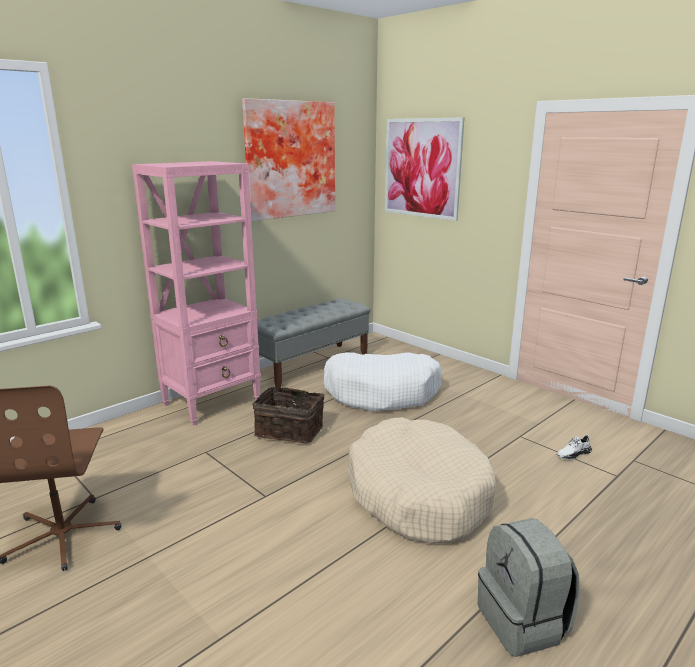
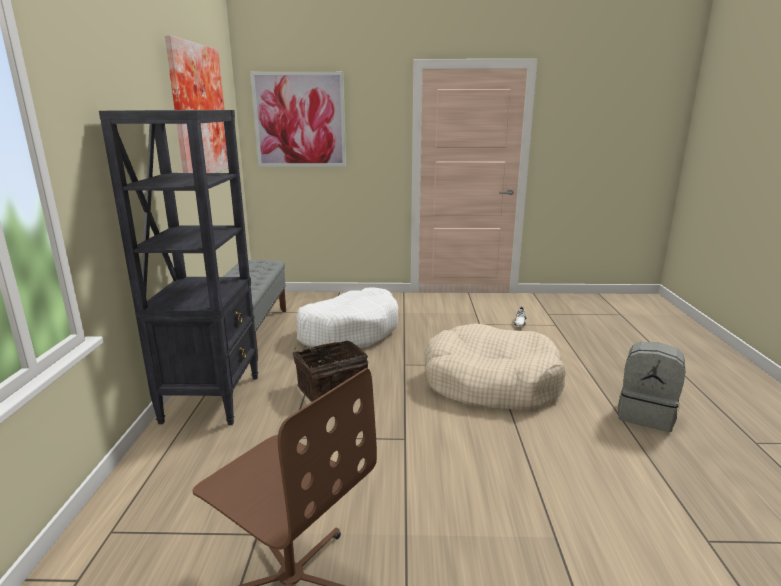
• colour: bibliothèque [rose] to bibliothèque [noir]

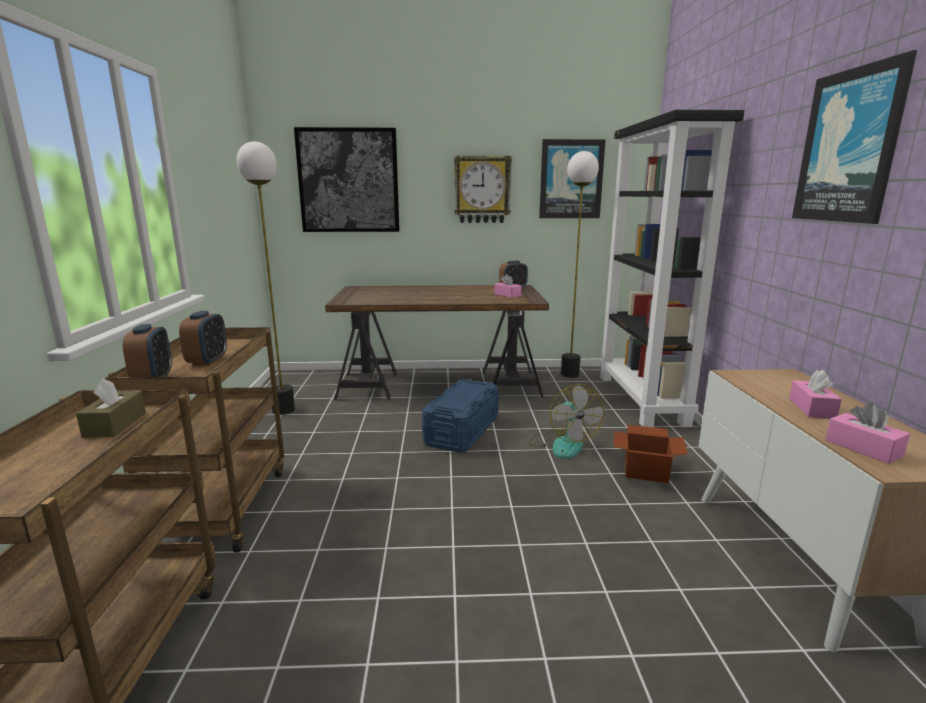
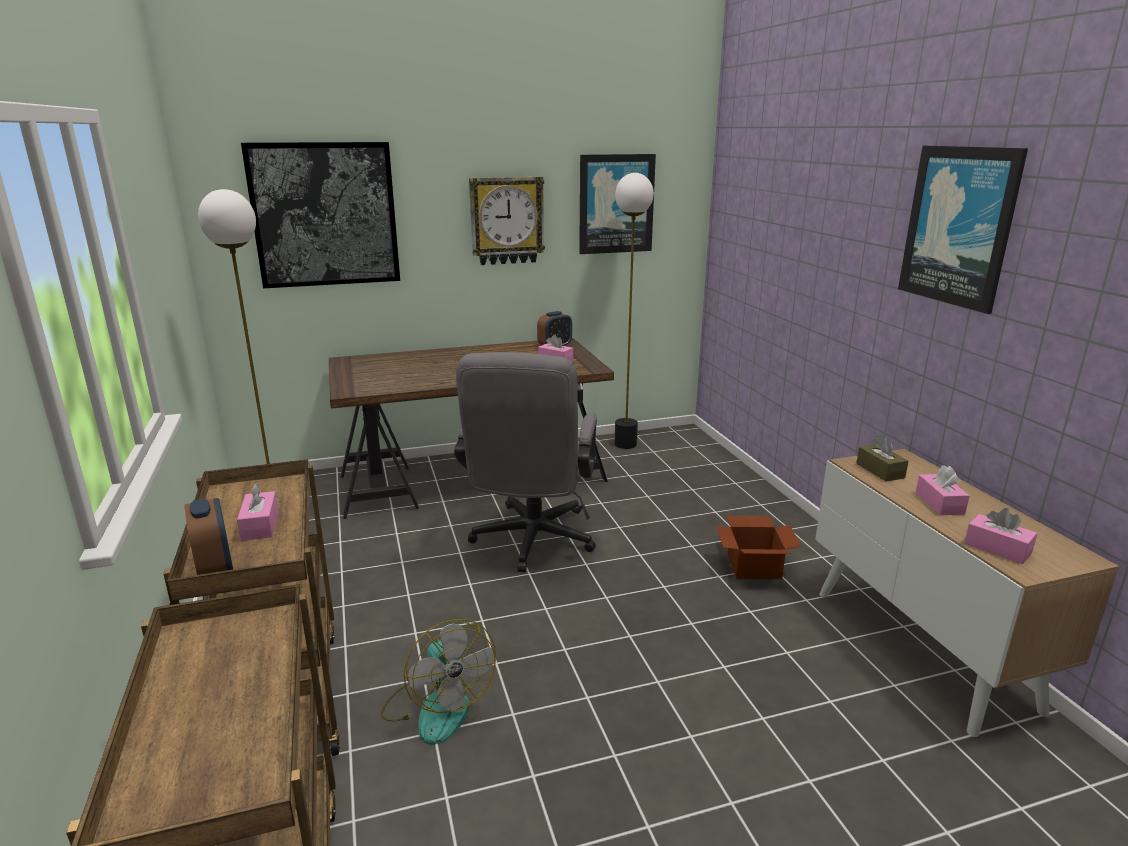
• missing: bibliothèque [noir]
• relocated: boîte à mouchoirs [marron]
• relocated: ventilateur
• exchanged: réveil (no. 2 from left) to boîte à mouchoirs [rose] (no. 1 from left)
• exchanged: boîte de rangement [bleu] to chaise de bureau [gris]

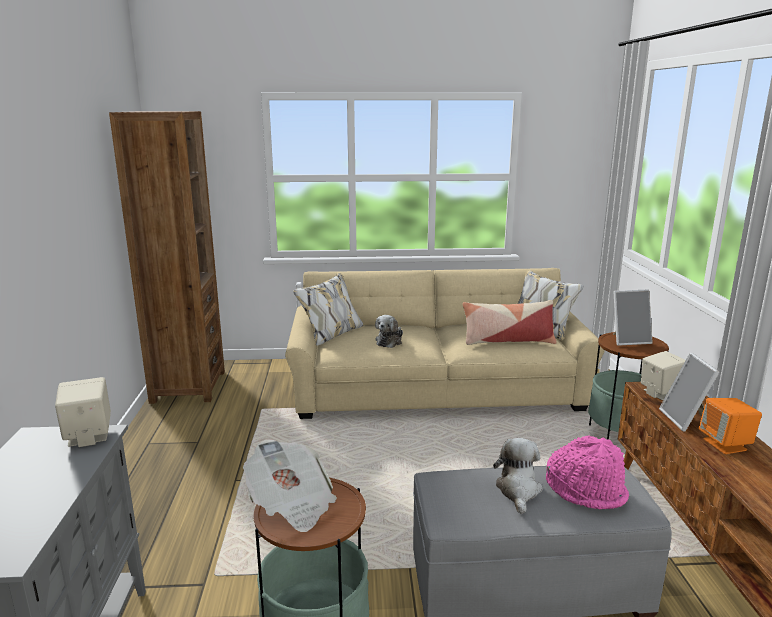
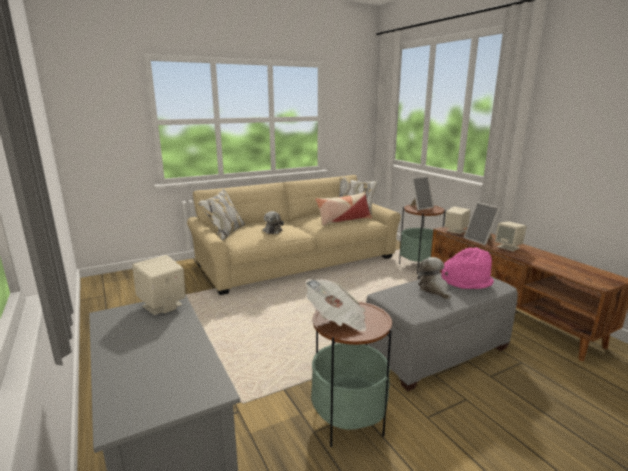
• missing: bibliothèque [marron]
• colour: enceinte [orange] to enceinte [beige] (no. 3 from left)

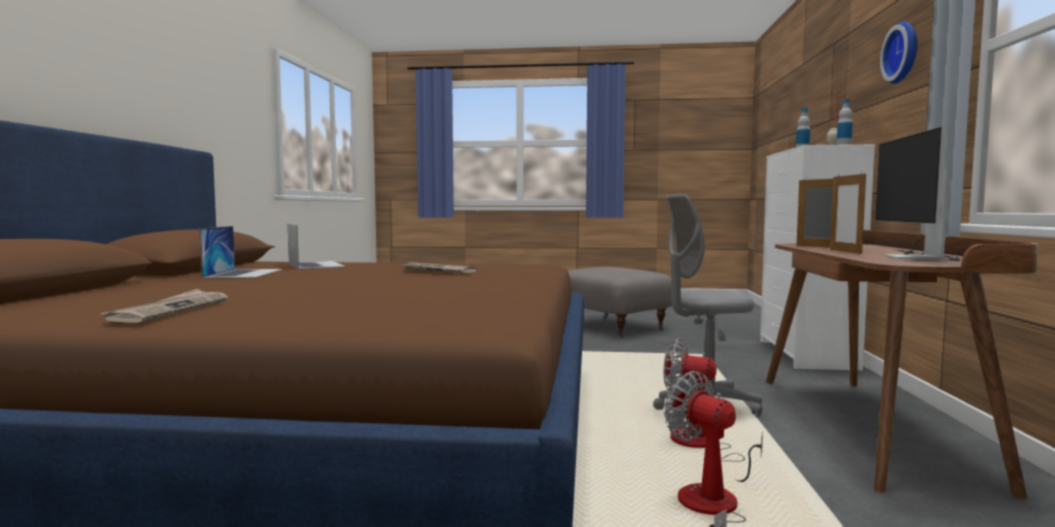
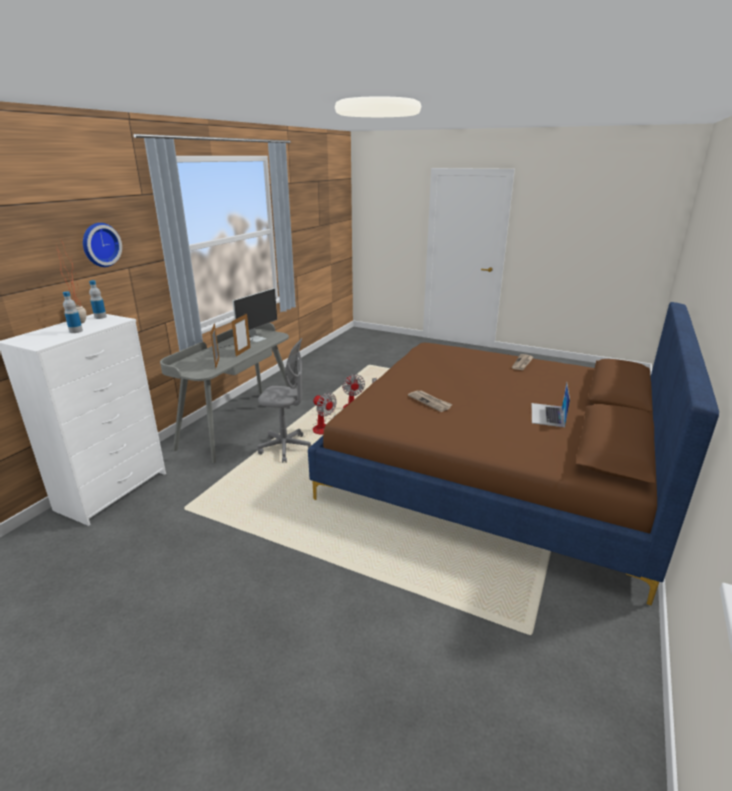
• missing: ordinateur portable (no. 2 from left)
• missing: pouf [gris]
• colour: bureau [marron] to bureau [gris]

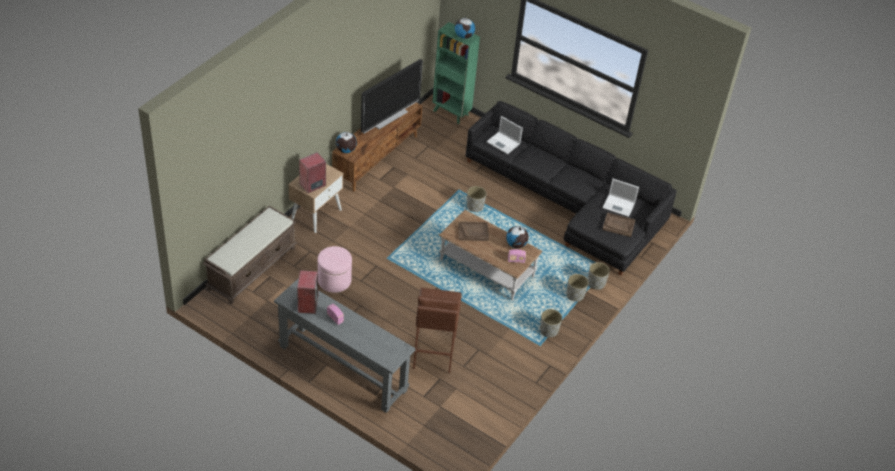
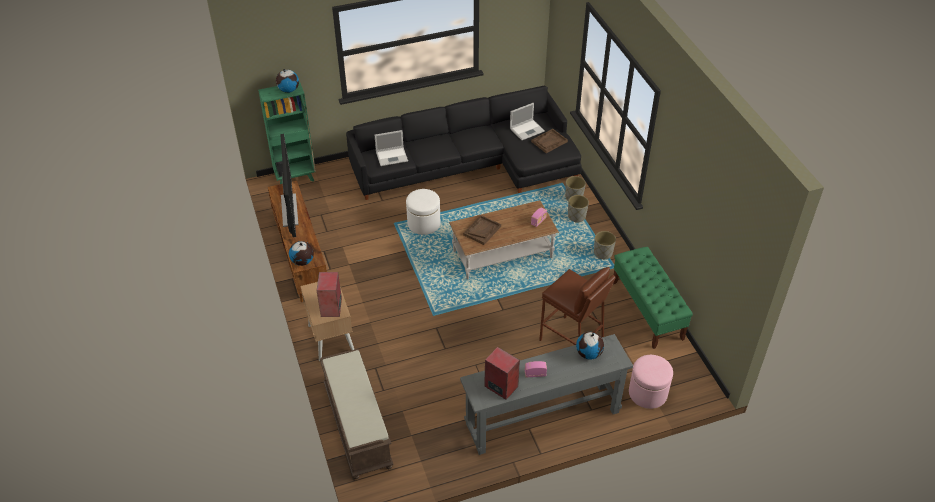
• appeared: banc [vert]
• relocated: pouf [rose]
• relocated: globe (no. 3 from left)
• exchanged: cache-pot [gris] (no. 1 from left) to pouf [blanc]

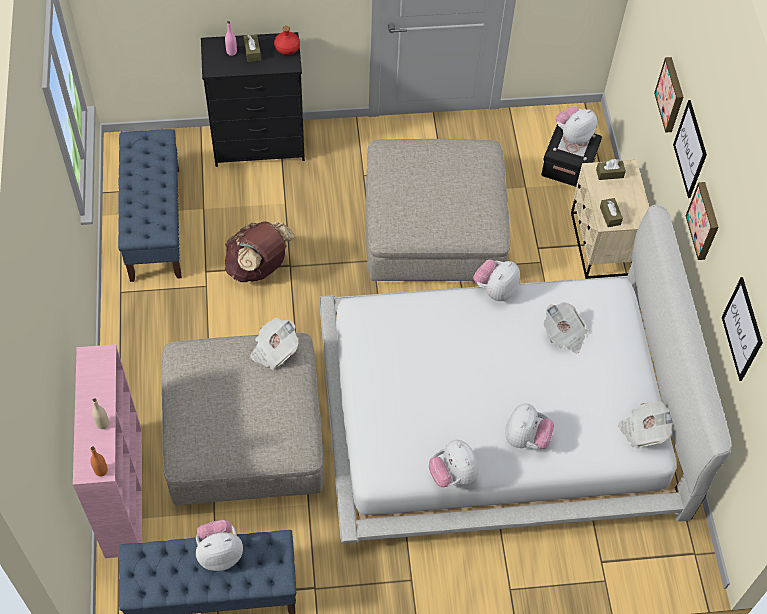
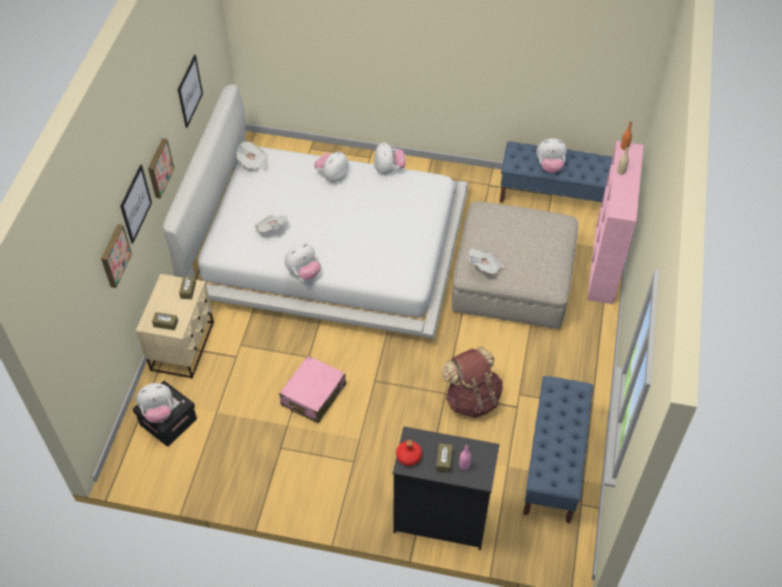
• exchanged: pouf [beige] (no. 2 from left) to valise [rose]

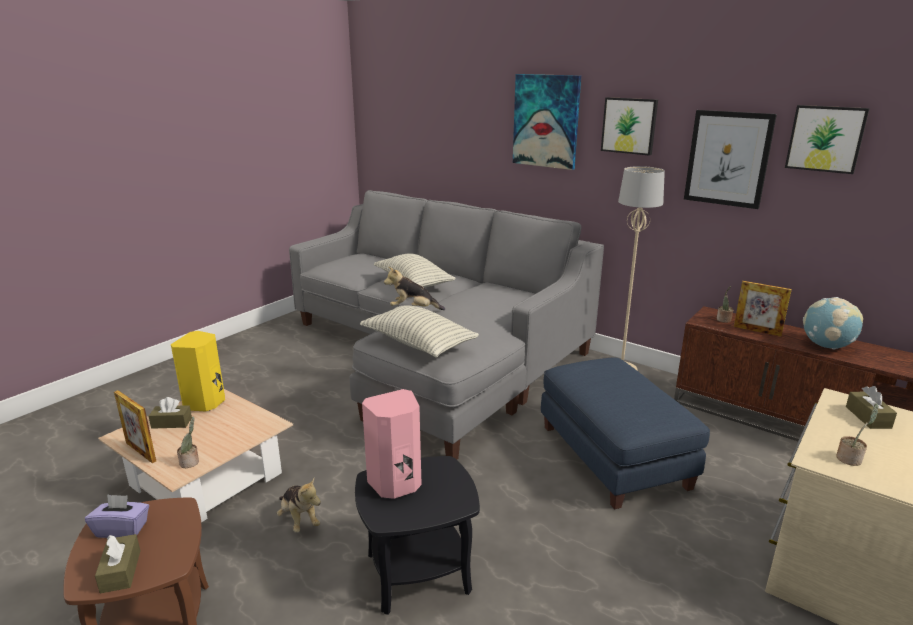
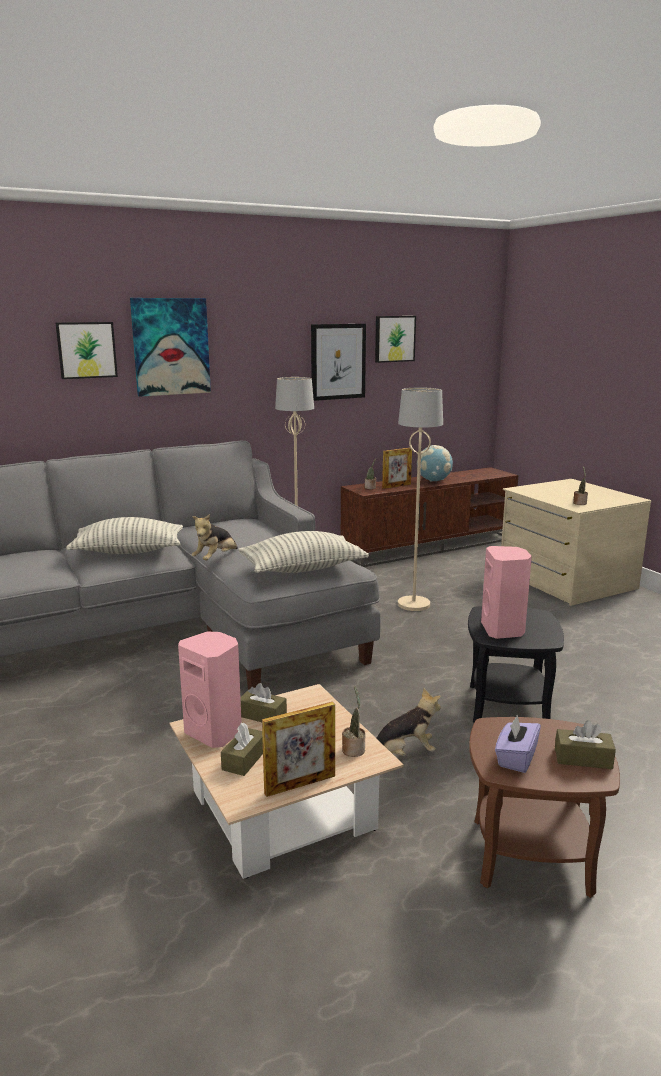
• relocated: tableau (no. 2 from left in the first image) to tableau (no. 1 from left)
• relocated: boîte à mouchoirs [marron] (no. 3 from left in the first image) to boîte à mouchoirs [marron] (no. 2 from left)
• exchanged: pouf [bleu] to lampadaire [beige] (no. 2 from left)
• colour: enceinte [jaune] to enceinte [rose] (no. 1 from left)

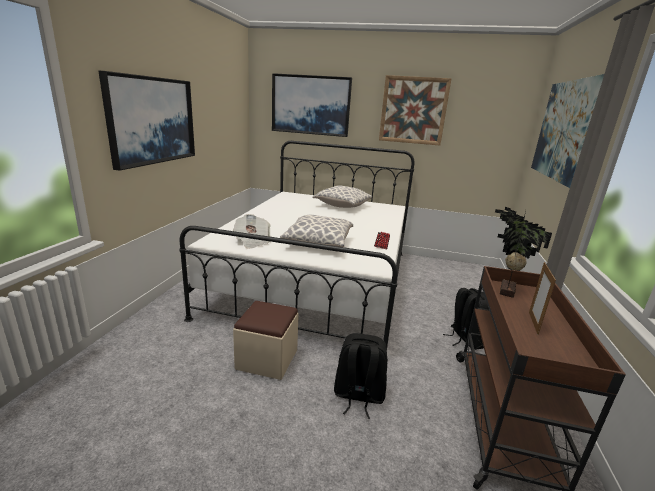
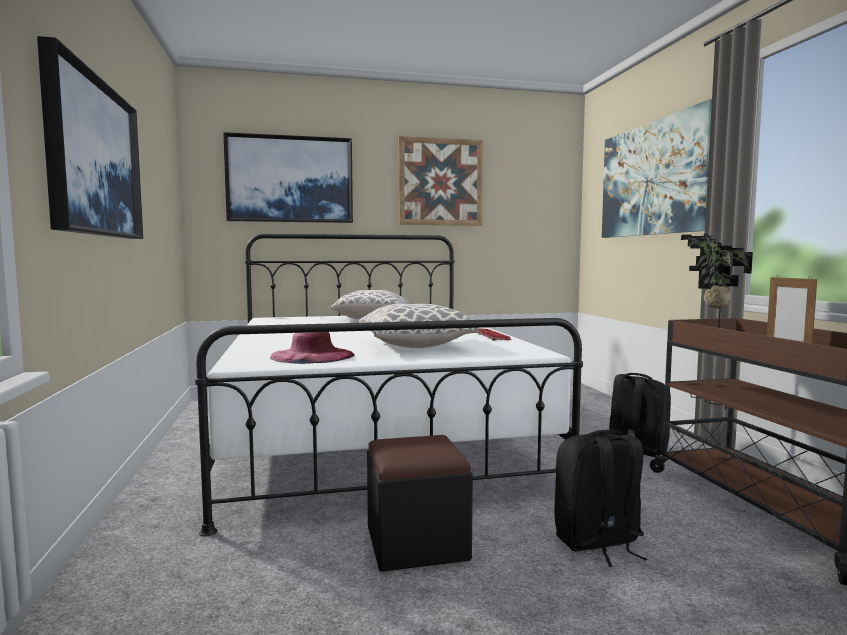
• exchanged: journal to chapeau [rose]
• colour: pouf [beige] to pouf [noir]

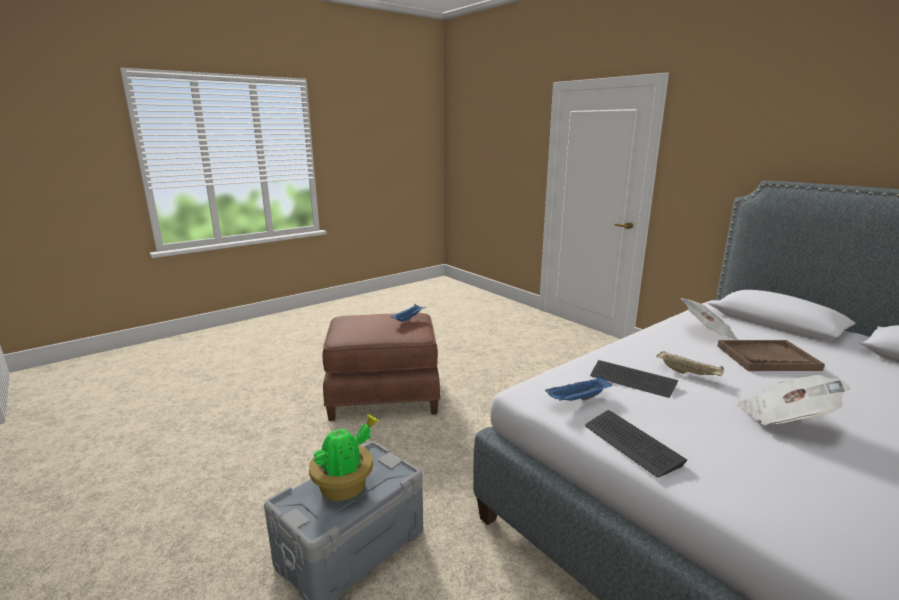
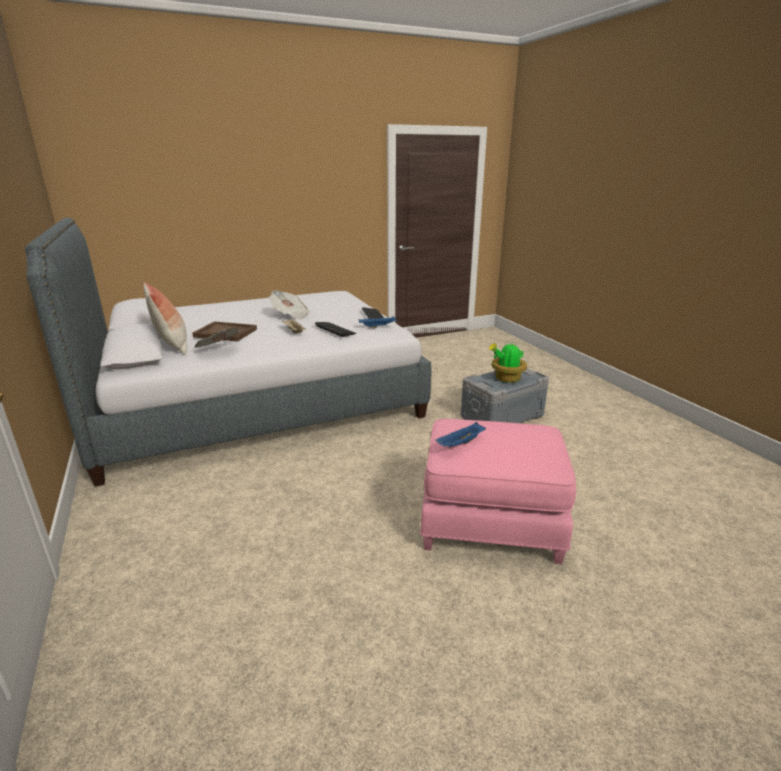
• appeared: coussin
• colour: pouf [marron] to pouf [rose]

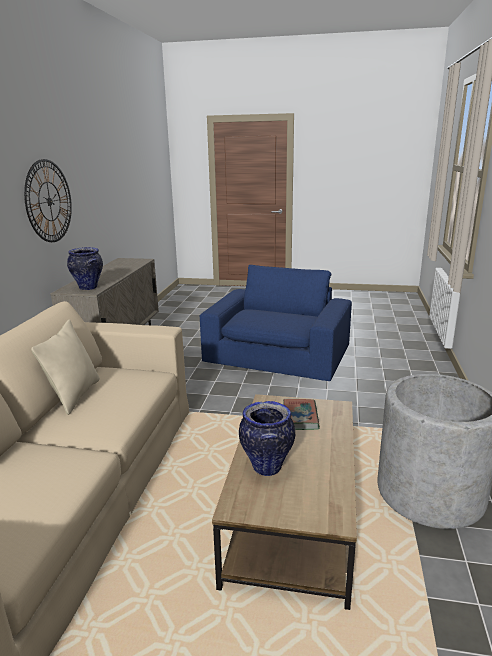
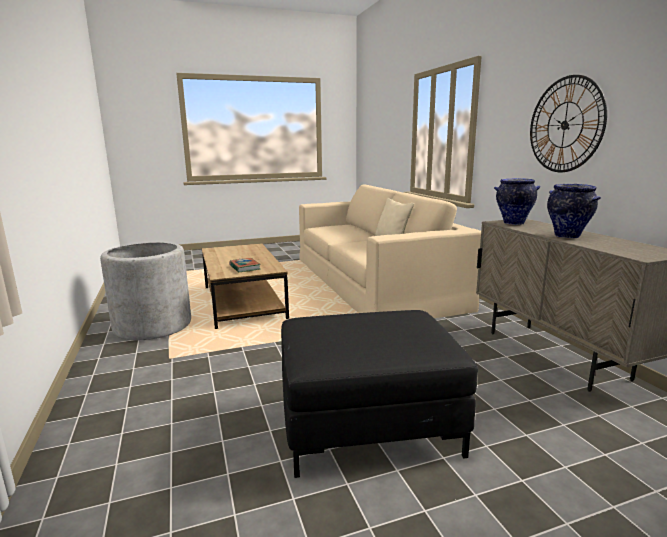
• relocated: vase (no. 2 from left)
• exchanged: fauteuil [bleu] to pouf [noir]

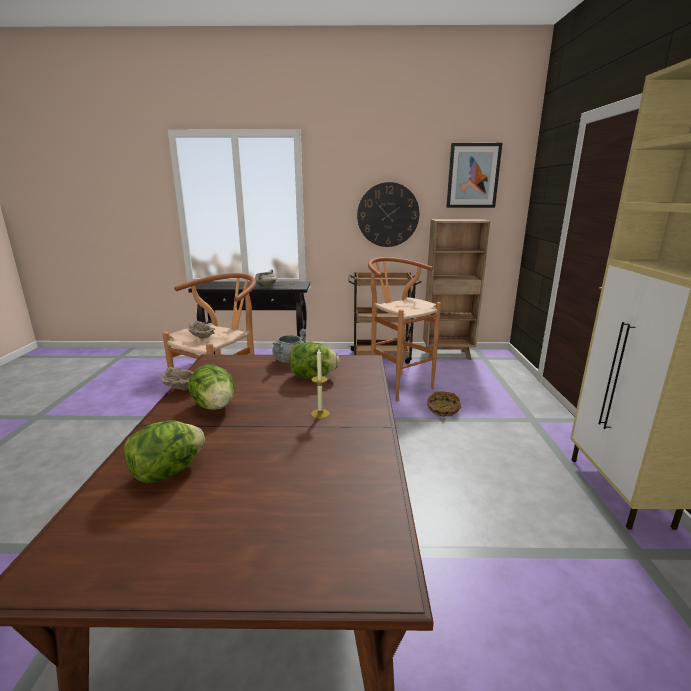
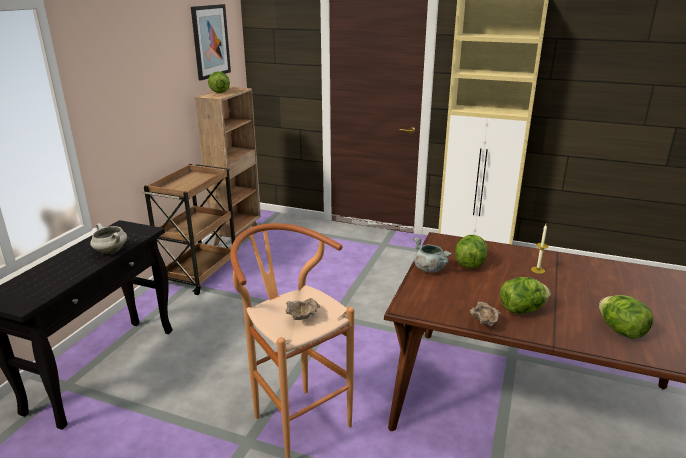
• missing: horloge murale
• missing: tabouret [marron] (no. 2 from left)
• missing: panier
• appeared: laitue (no. 1 from left)

